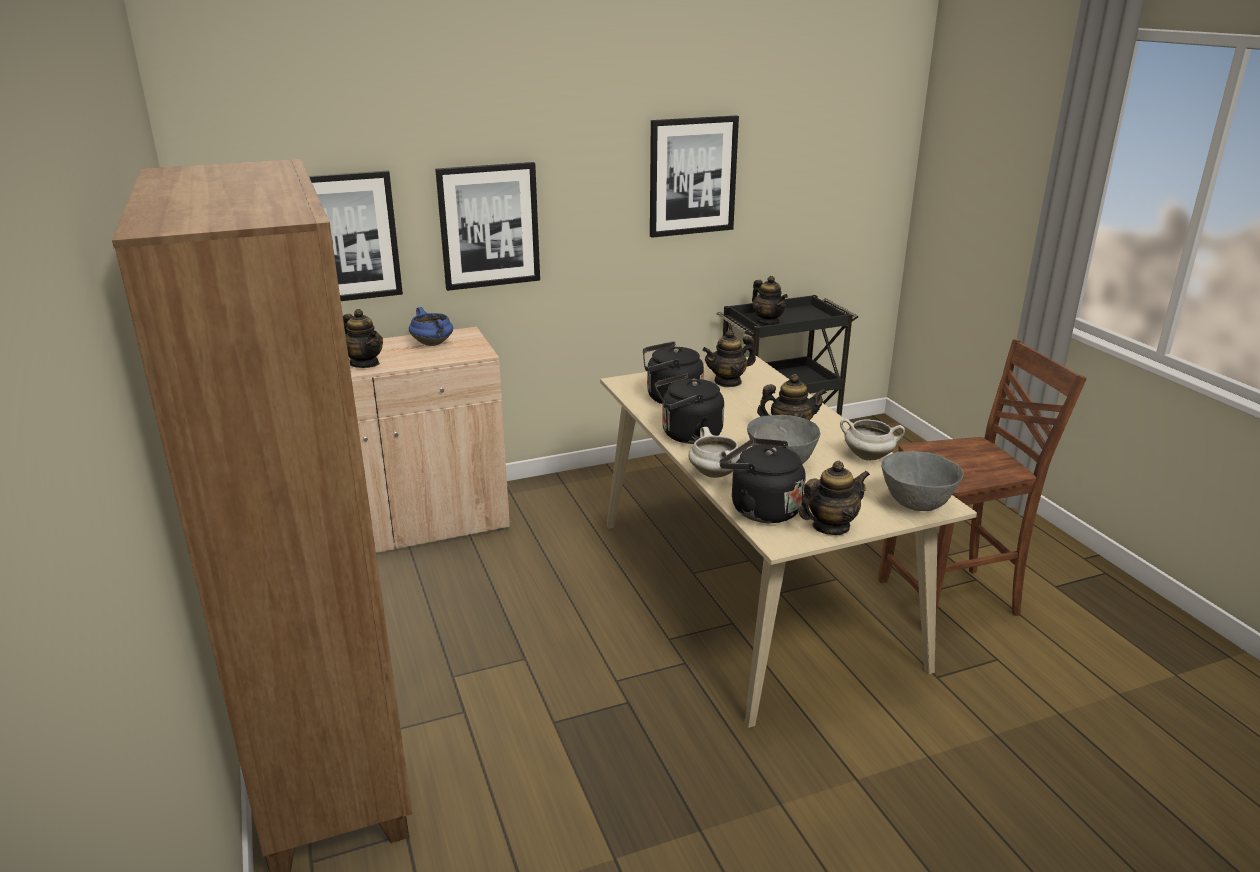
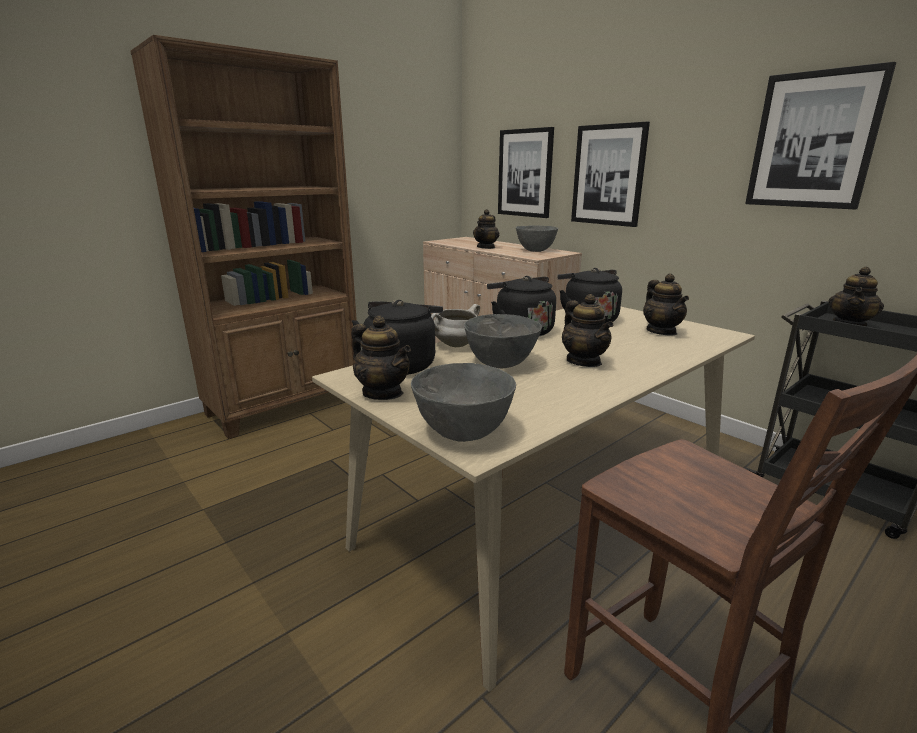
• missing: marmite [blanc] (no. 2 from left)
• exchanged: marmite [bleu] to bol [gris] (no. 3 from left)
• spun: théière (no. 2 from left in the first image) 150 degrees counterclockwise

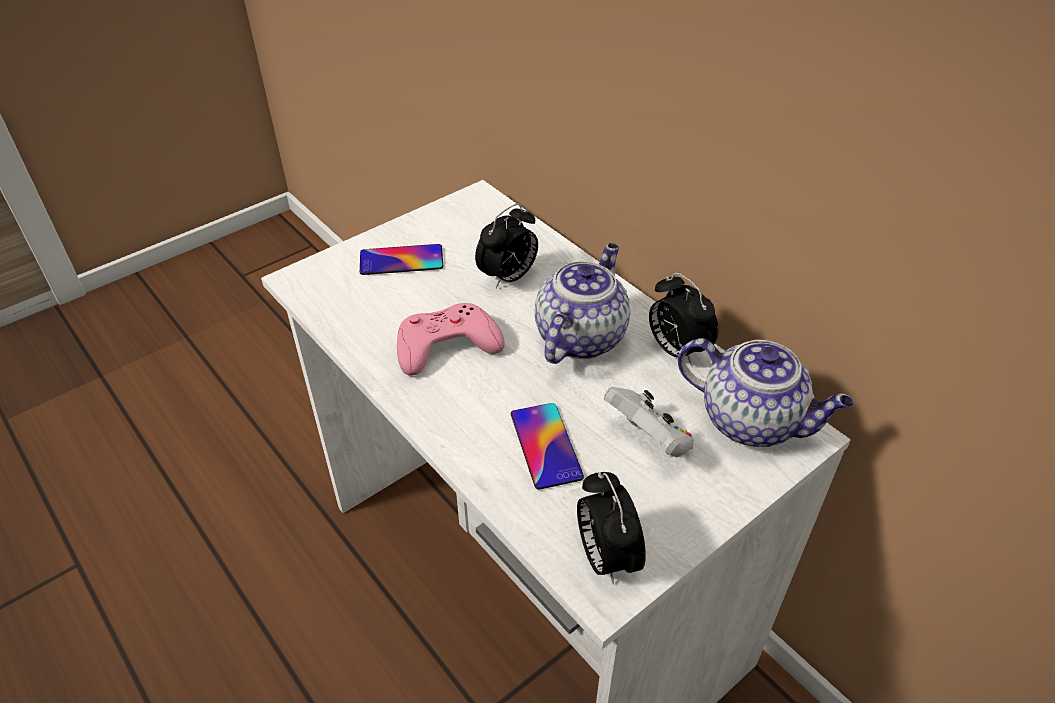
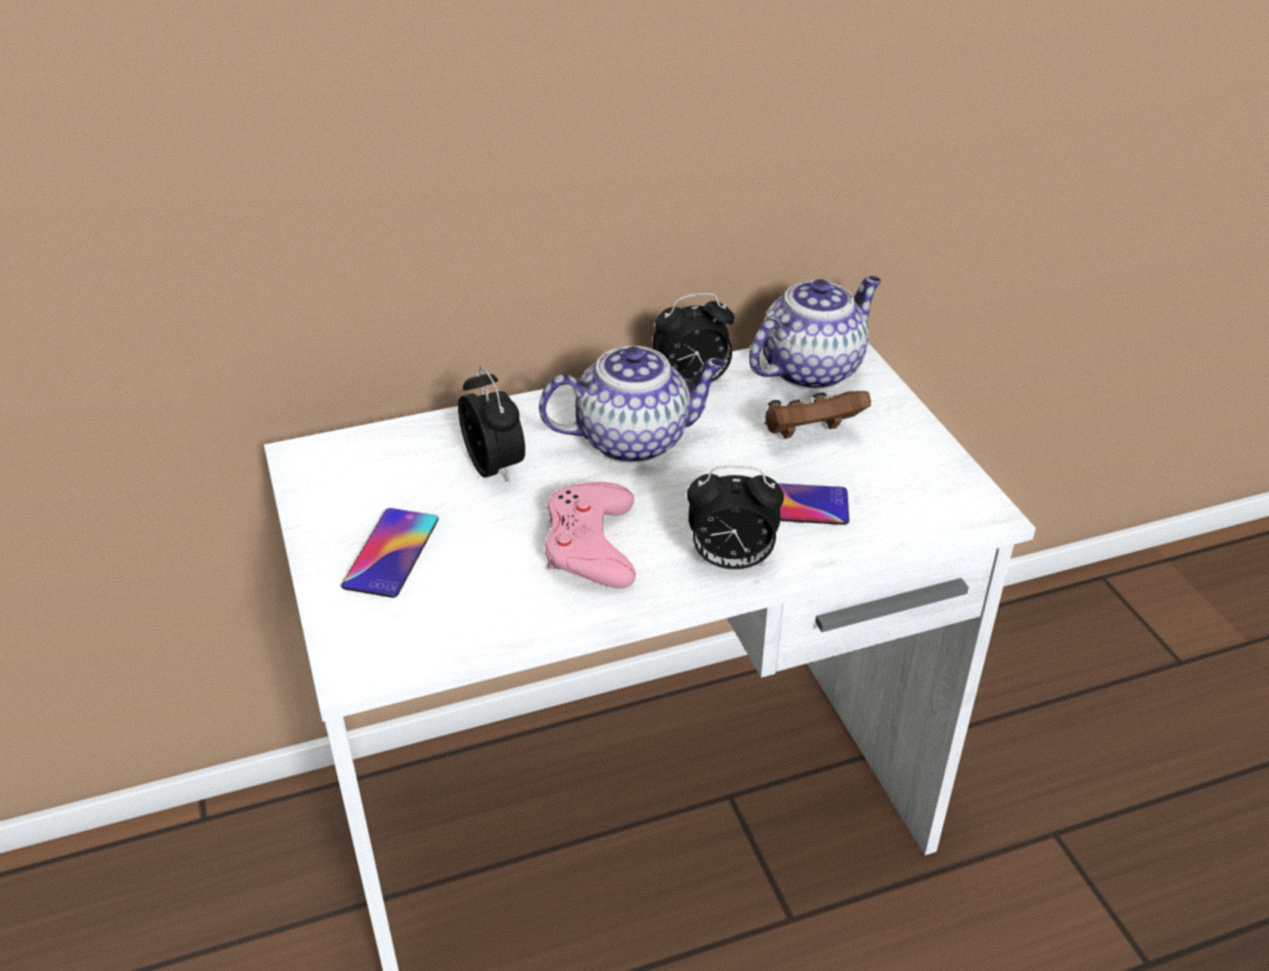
• relocated: réveil (no. 2 from left in the first image) to réveil (no. 3 from left)
• colour: manette [blanc] to manette [marron]
• spun: théière (no. 1 from left) 120 degrees clockwise

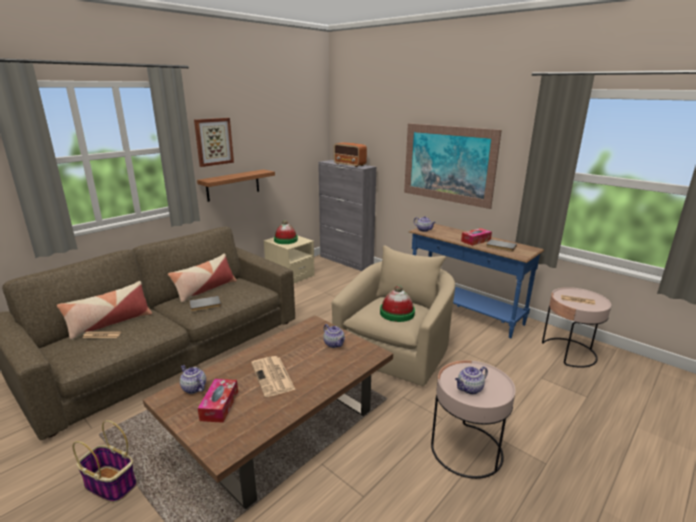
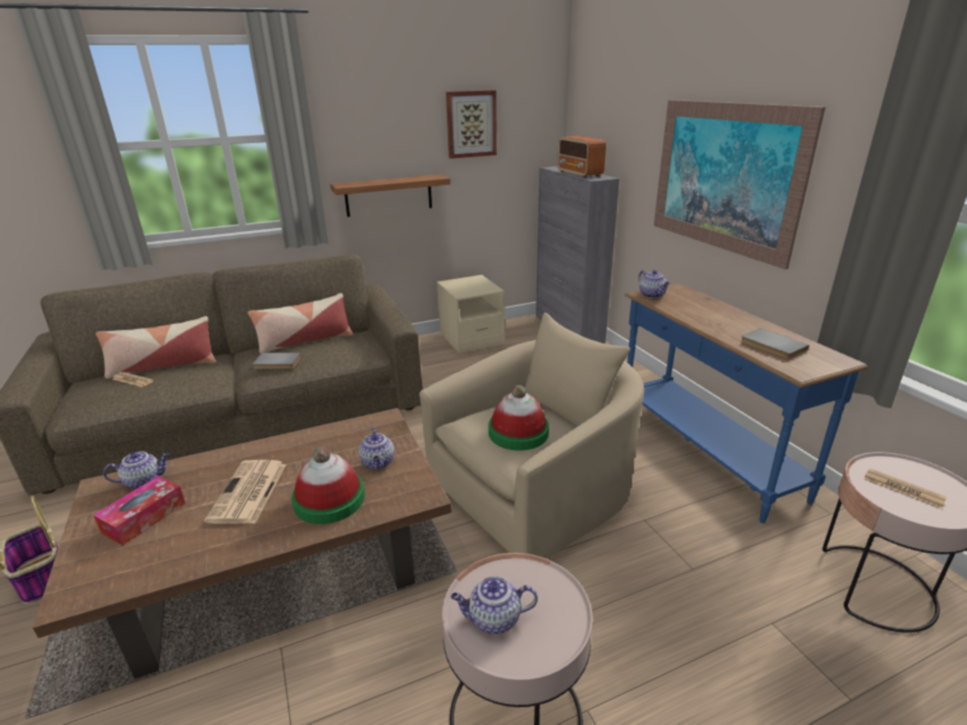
• missing: boîte à mouchoirs (no. 2 from left)
• relocated: tableau (no. 1 from left)
• relocated: chapeau (no. 1 from left)
• spun: théière (no. 1 from left) 90 degrees clockwise

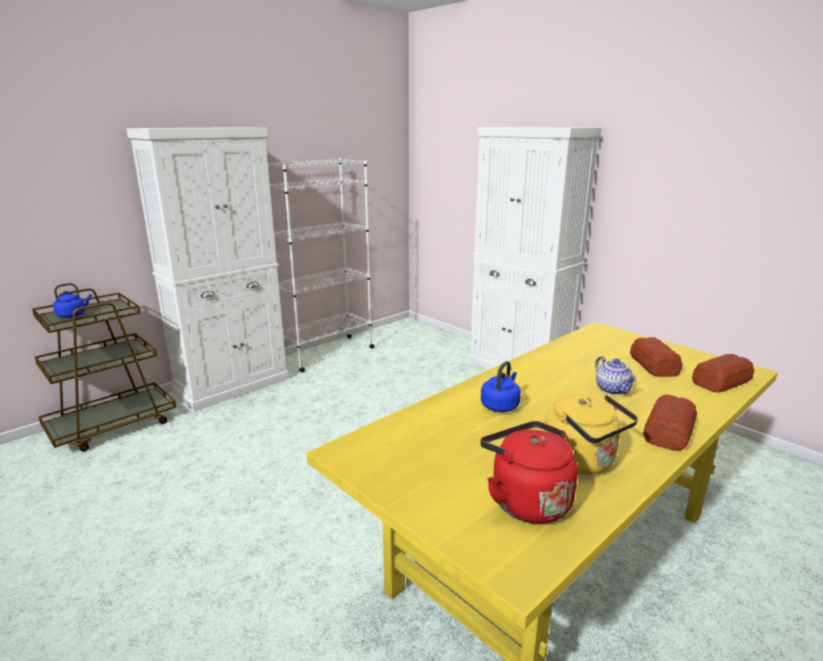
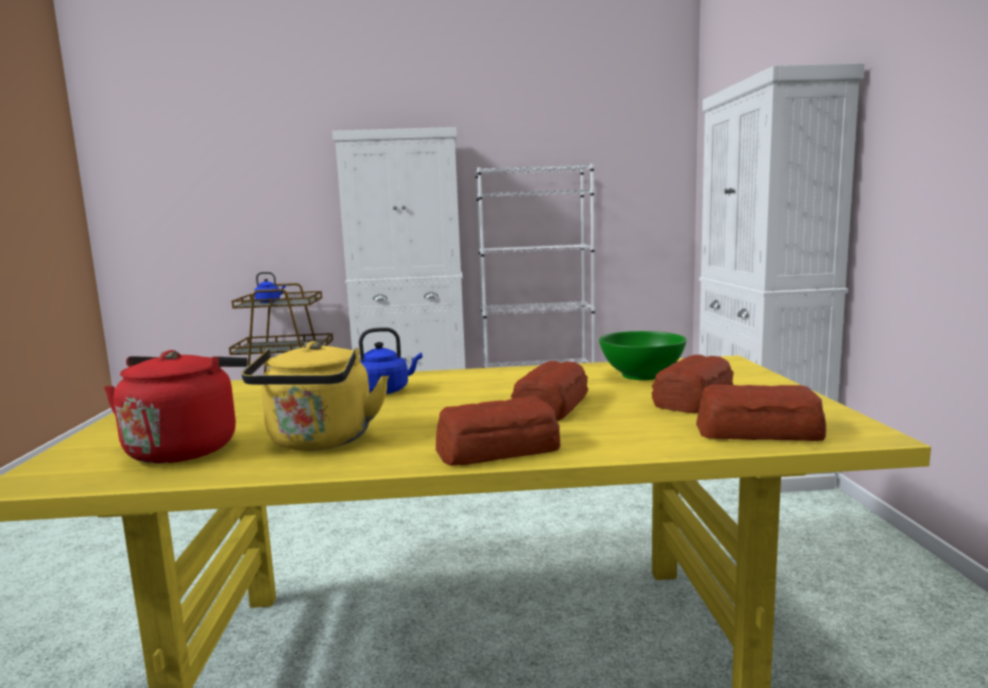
• appeared: bol [vert]
• exchanged: théière to pain (no. 2 from left)

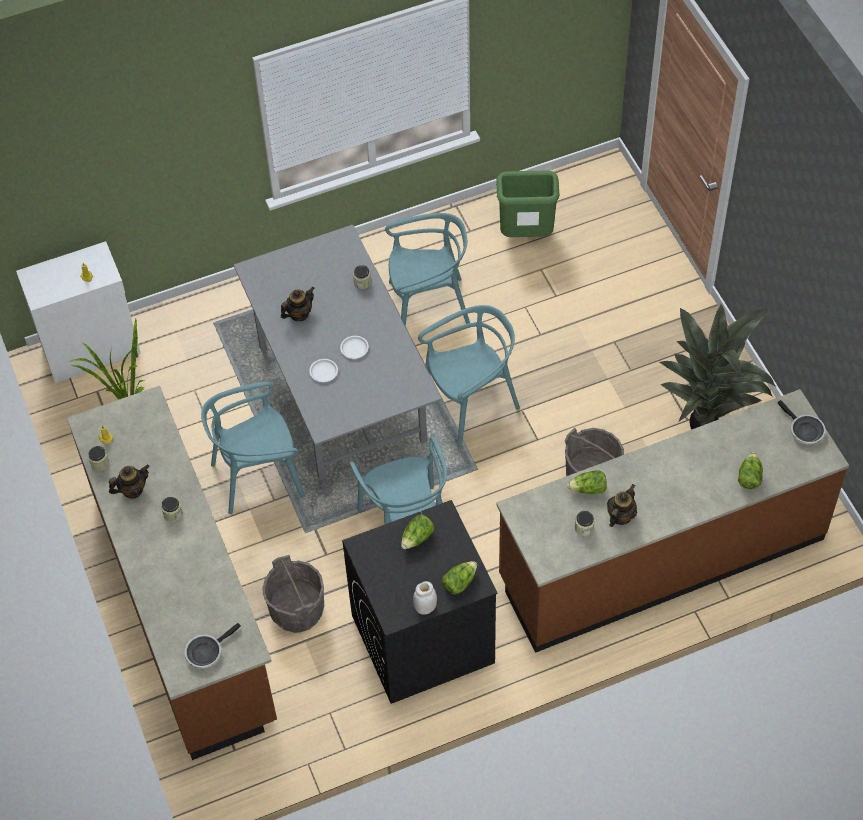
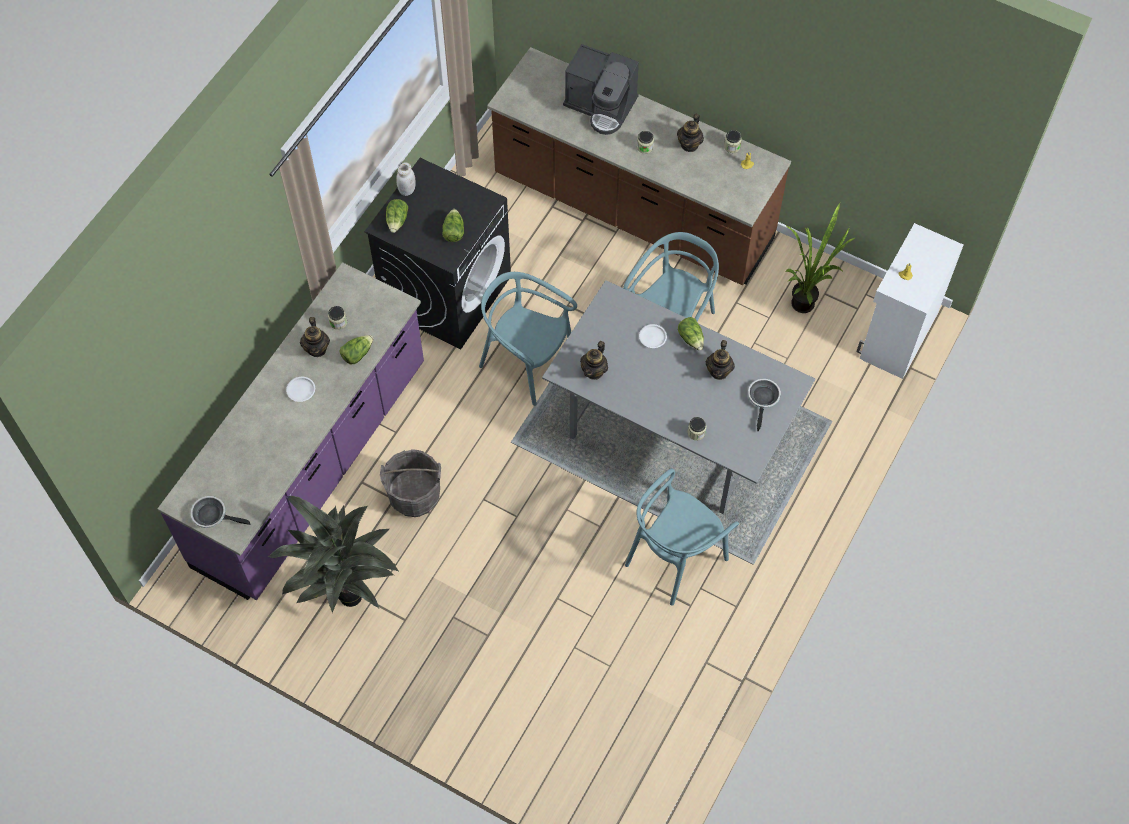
• missing: seau [gris] (no. 1 from left)
• missing: chaise [turquoise] (no. 4 from left)
• missing: poubelle [vert]
• appeared: machine à café
• appeared: théière (no. 2 from left)
• relocated: poêle (no. 1 from left in the first image) to poêle (no. 2 from left)
• relocated: assiette [blanc] (no. 2 from left in the first image) to assiette [blanc] (no. 1 from left)
• relocated: laitue (no. 4 from left)
• colour: comptoir de cuisine [marron] (no. 2 from left) to comptoir de cuisine [violet]

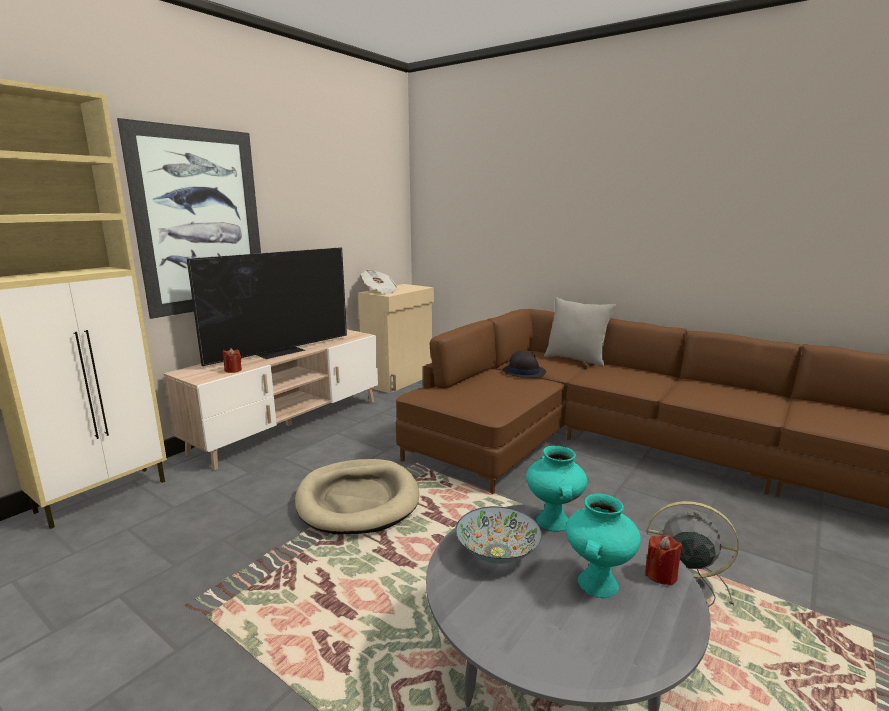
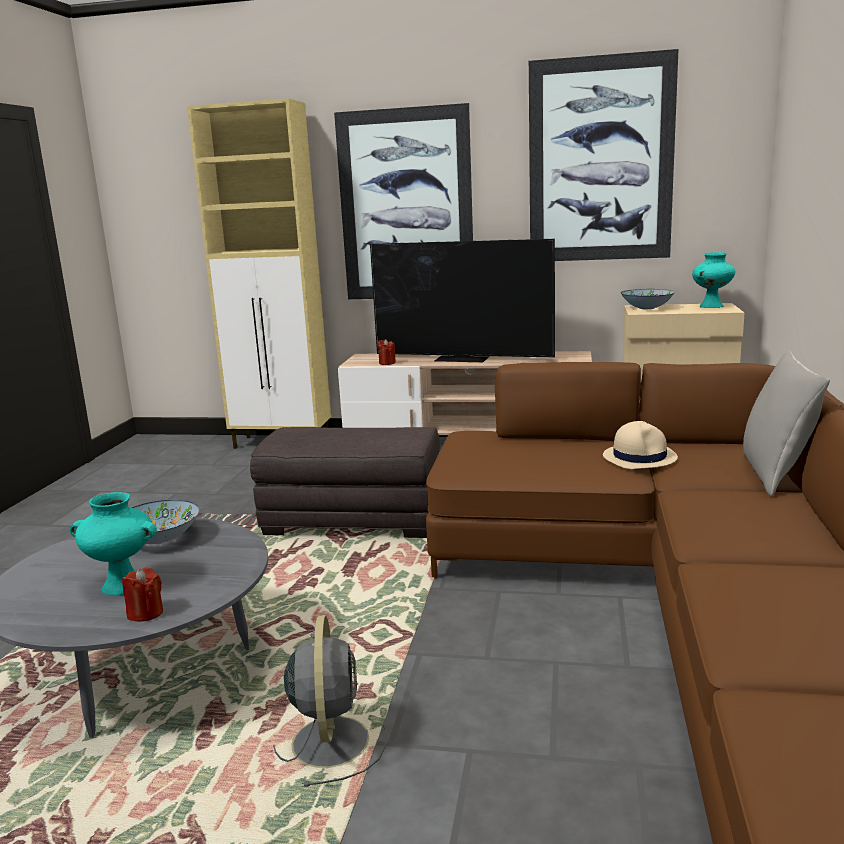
• appeared: tableau (no. 2 from left)
• relocated: vase [turquoise] (no. 1 from left in the first image) to vase [turquoise] (no. 2 from left)
• exchanged: panier pour chien [beige] to pouf [gris]
• exchanged: journal to bol (no. 2 from left)
• colour: chapeau [noir] to chapeau [beige]

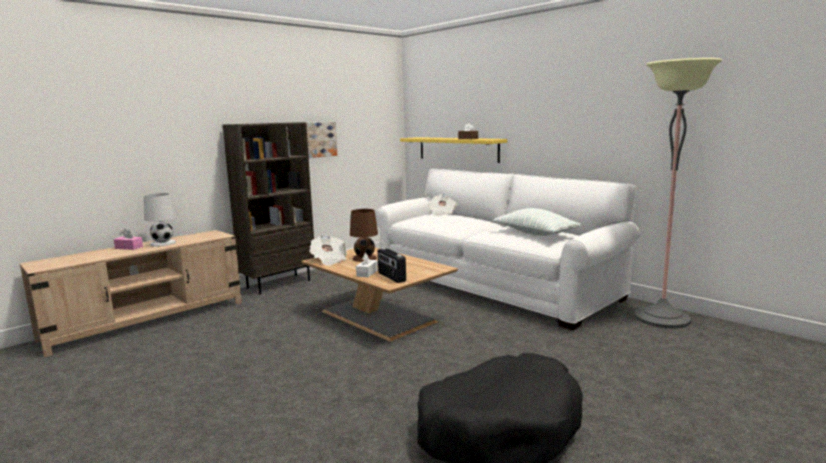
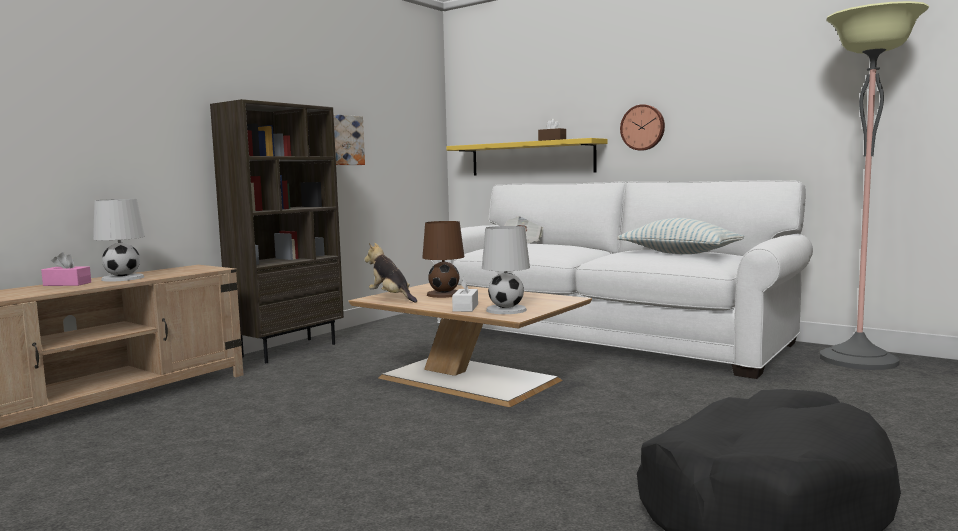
• appeared: horloge murale
• exchanged: journal (no. 1 from left) to peluche
• exchanged: radio to lampe de table [blanc] (no. 2 from left)

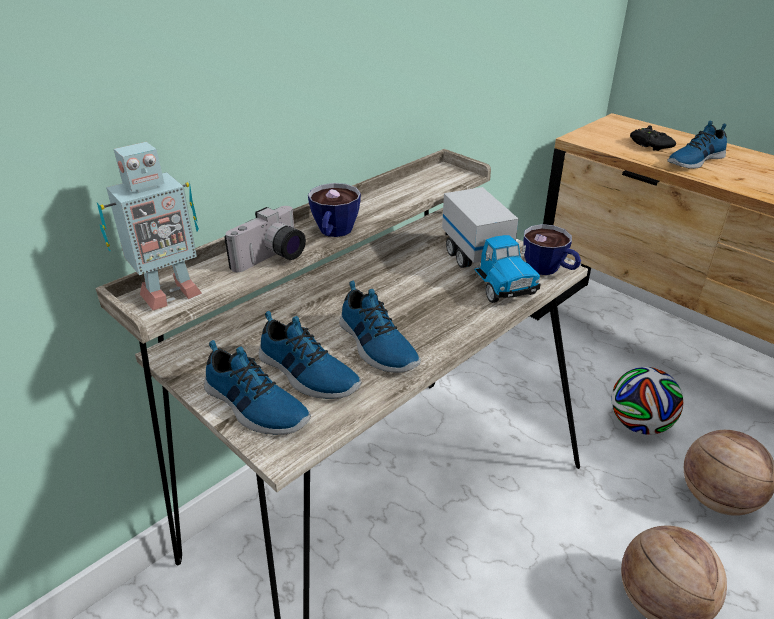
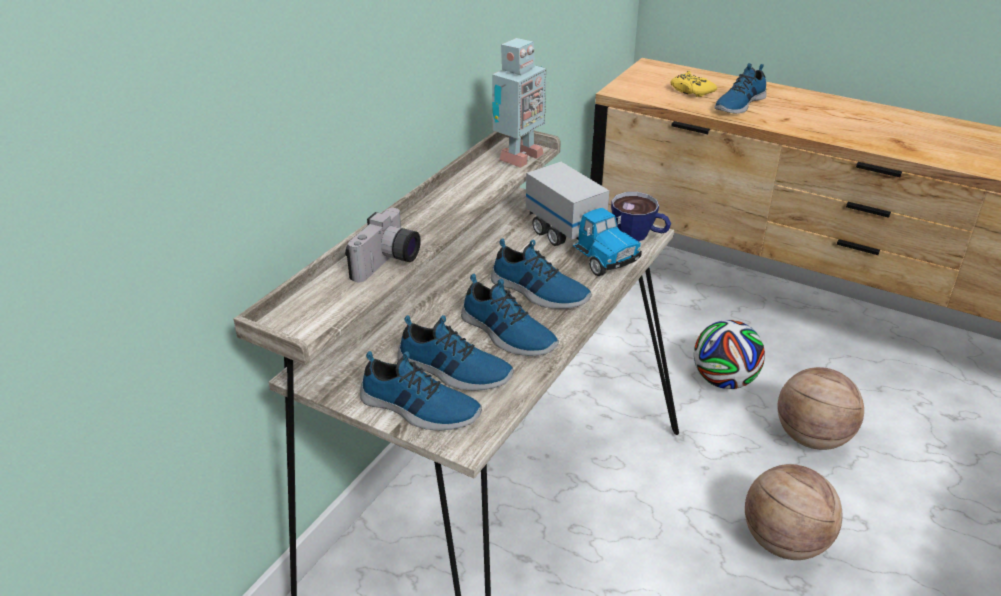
• missing: tasse (no. 1 from left)
• appeared: chaussure (no. 4 from left)
• relocated: robot jouet
• colour: manette [noir] to manette [jaune]

